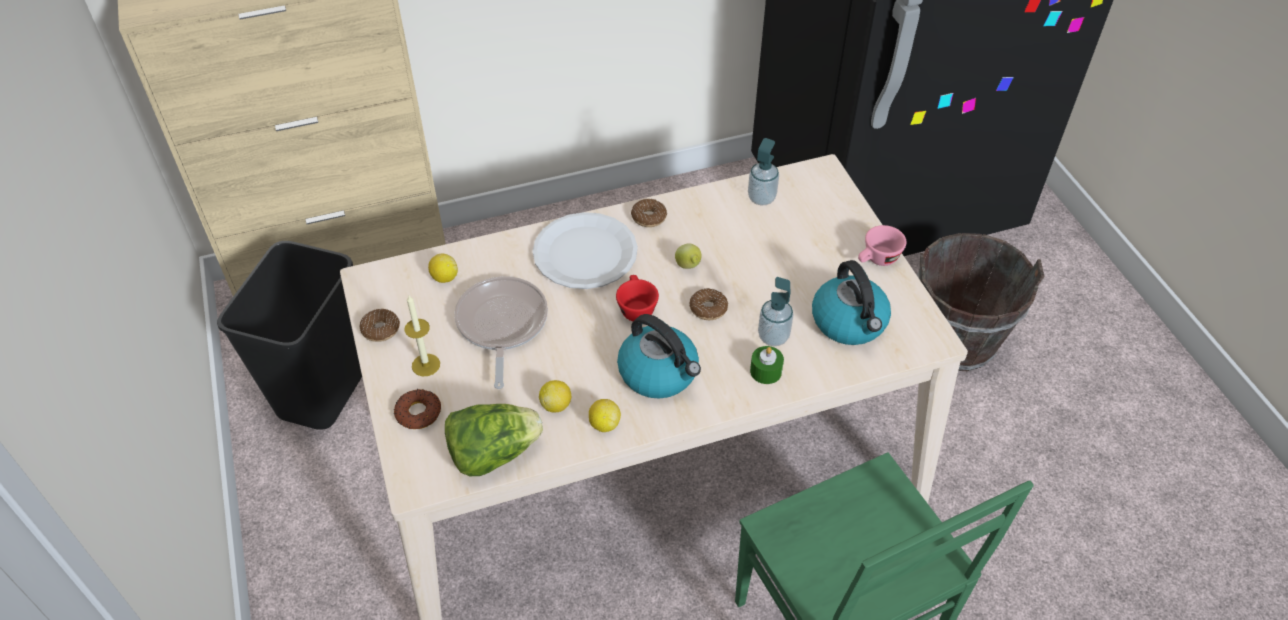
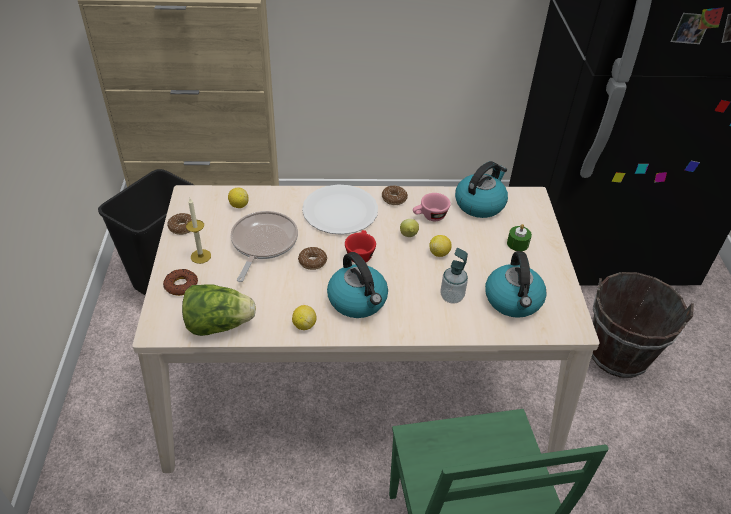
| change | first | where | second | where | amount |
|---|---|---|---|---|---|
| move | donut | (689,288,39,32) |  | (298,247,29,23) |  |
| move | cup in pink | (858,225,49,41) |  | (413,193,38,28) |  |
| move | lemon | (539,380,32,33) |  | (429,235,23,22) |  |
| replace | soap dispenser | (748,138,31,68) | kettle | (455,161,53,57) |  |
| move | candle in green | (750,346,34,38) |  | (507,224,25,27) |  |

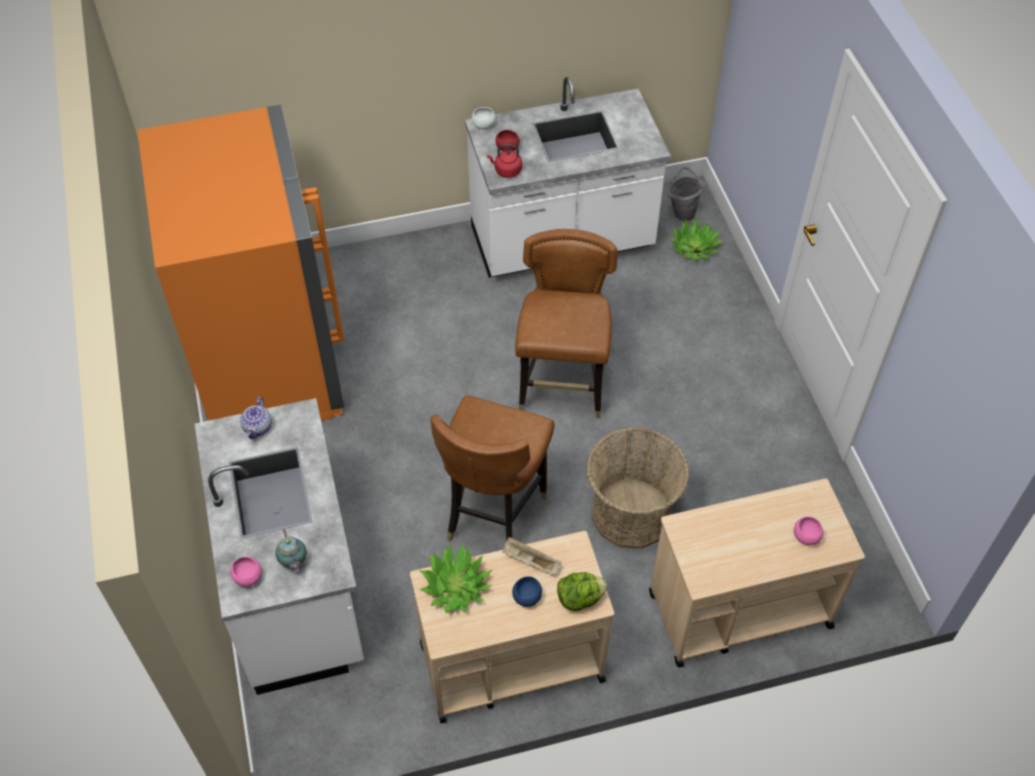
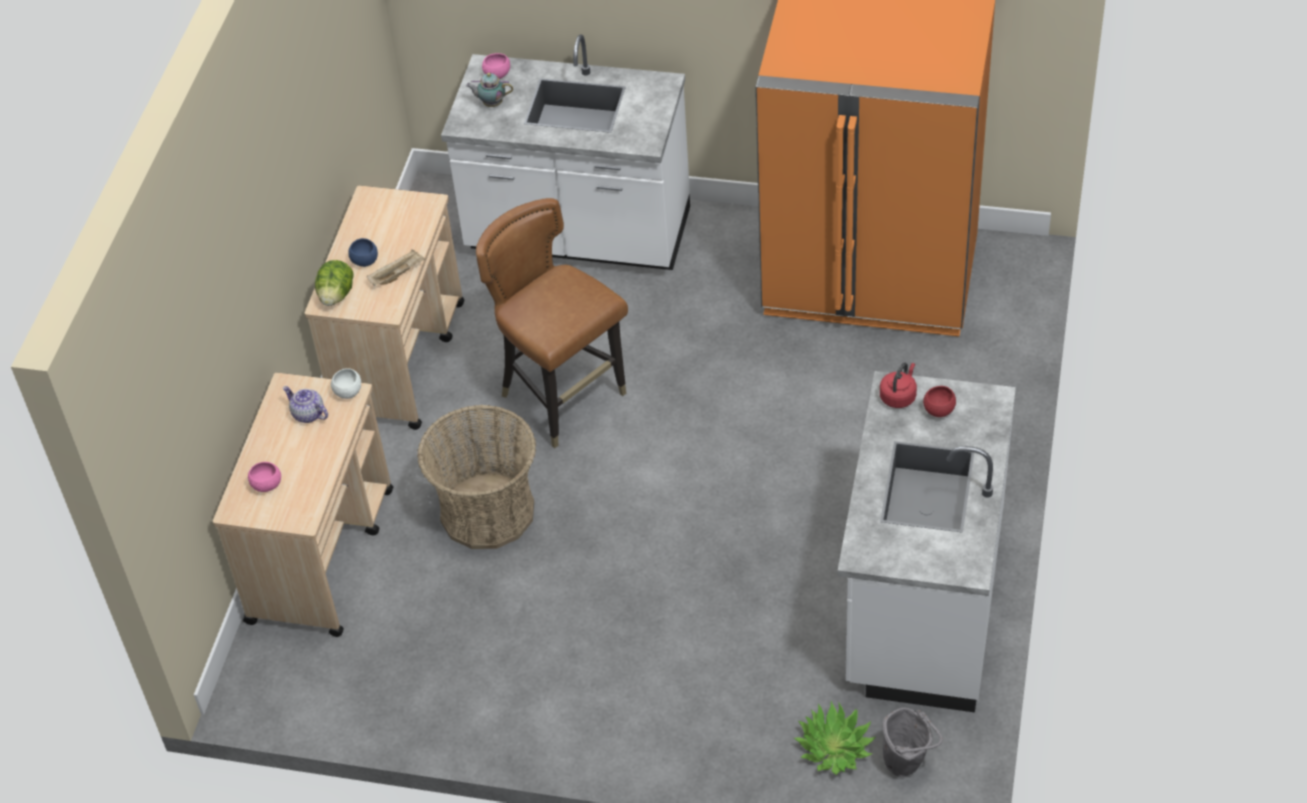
| change | first | where | second | where | amount |
|---|---|---|---|---|---|
| move | teapot | (240,397,32,42) |  | (283,386,45,37) |  |
| move | bowl in white | (472,107,23,22) |  | (331,368,30,31) |  |
| delete | potted plant | (419,543,73,70) |  |  |  |
| delete | chair in brown | (515,229,102,189) |  |  |  |

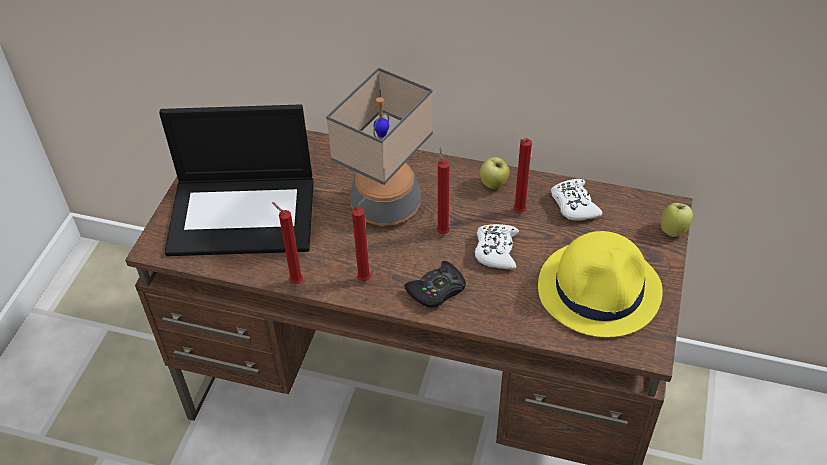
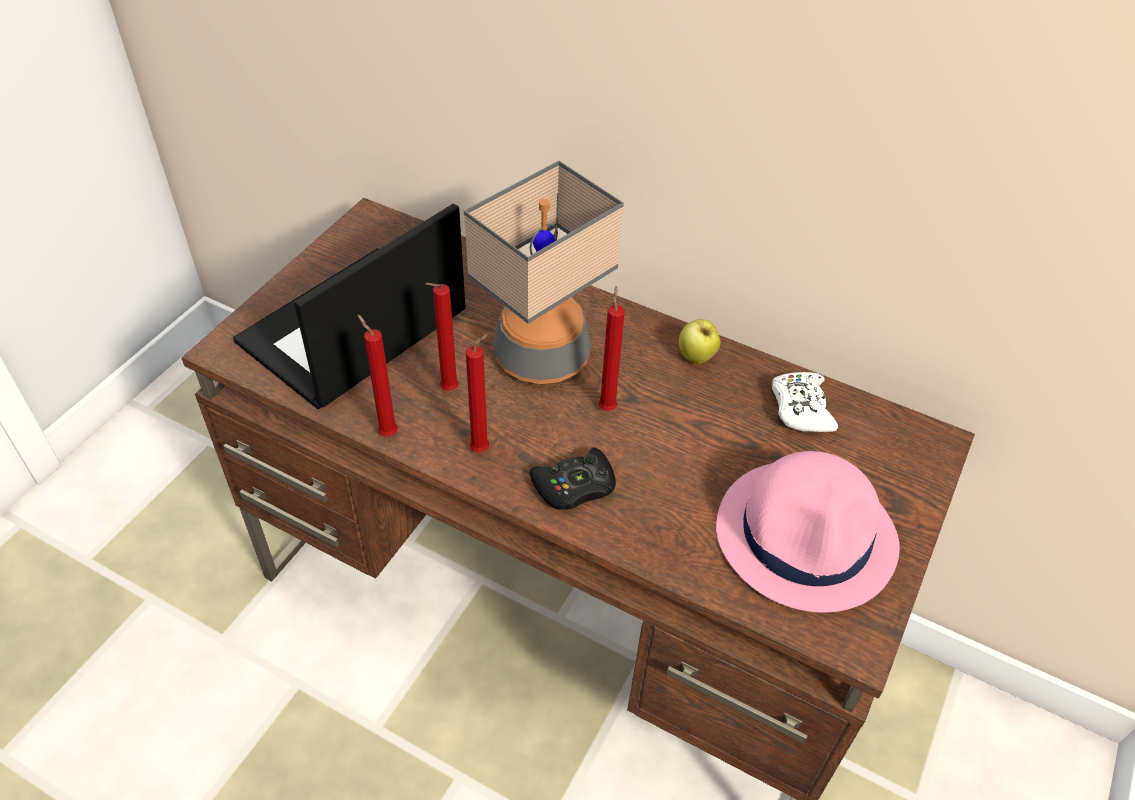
| change | first | where | second | where | amount |
|---|---|---|---|---|---|
| rotate | laptop | (159,104,155,152) |  | (233,204,232,205) | 120 degrees clockwise |
| move | candle in red | (513,138,19,74) |  | (426,283,33,108) |  |
| recolor | hat in yellow | (538,231,125,106) | hat in pink | (716,451,184,162) |  |
| delete | game controller in white | (475,224,44,45) |  |  |  |
| delete | apple | (661,203,32,34) |  |  |  |

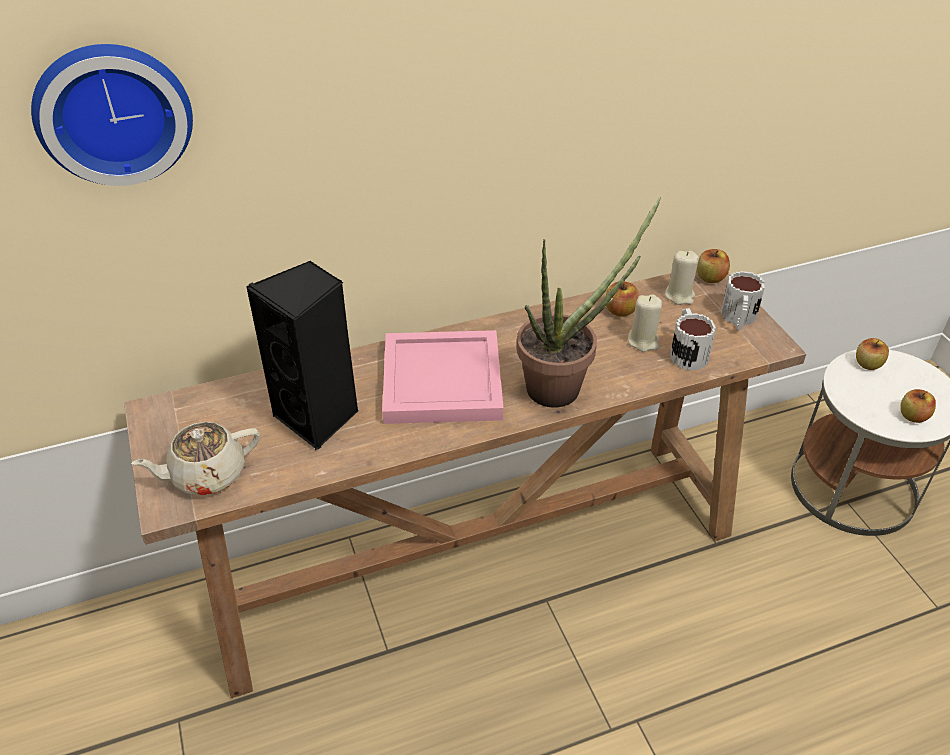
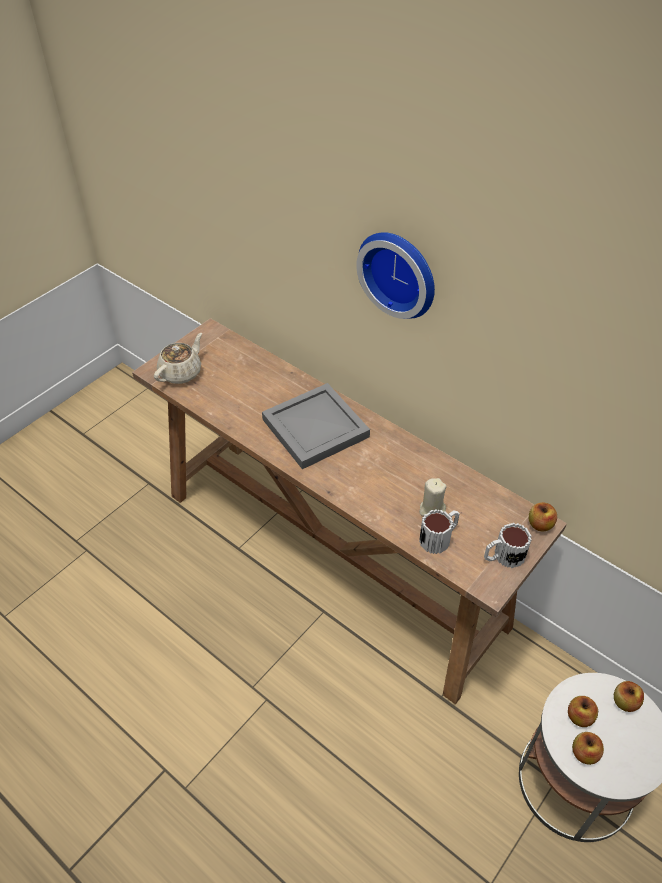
| change | first | where | second | where | amount |
|---|---|---|---|---|---|
| rotate | teapot in beige | (131,422,129,73) |  | (154,333,48,51) | 90 degrees clockwise |
| recolor | tray in pink | (382,330,122,94) | tray in grey | (262,383,108,86) |  |
| move | wall clock | (31,44,162,142) |  | (356,232,79,87) |  |
| move | apple | (606,281,33,36) |  | (568,696,30,31) |  |
| delete | speaker in black | (246,261,112,190) |  |  |  |
| delete | potted plant | (517,197,144,211) |  |  |  |
| delete | candle in beige | (665,251,34,54) |  |  |  |

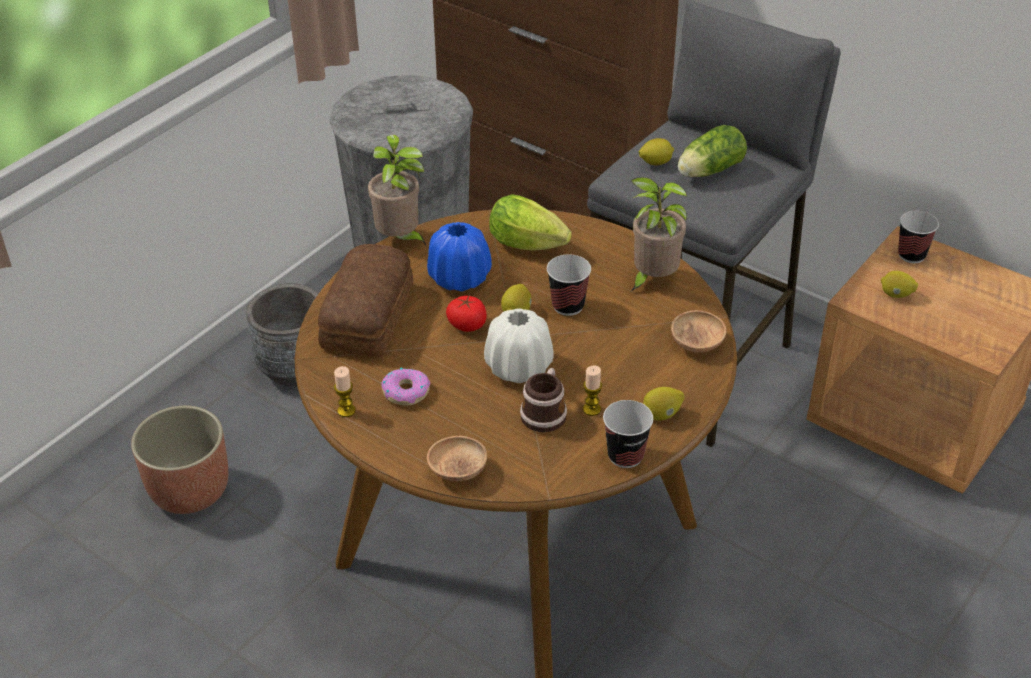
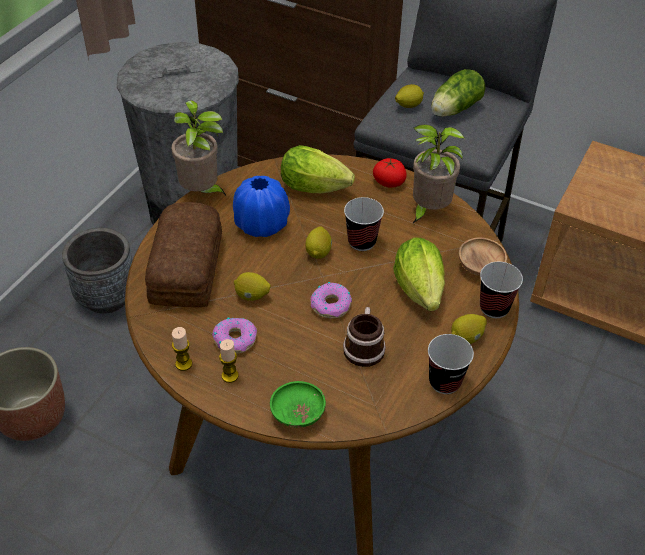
| change | first | where | second | where | amount |
|---|---|---|---|---|---|
| move | candle | (583,365,19,51) |  | (219,339,20,44) |  |
| move | lemon | (881,271,37,27) |  | (234,272,37,29) |  |
| recolor | bowl in brown | (427,436,60,45) | bowl in green | (270,381,56,46) |  |
| replace | vase in white | (484,309,70,74) | donut | (311,282,41,37) |  |
| move | tomato | (446,296,41,36) |  | (373,158,34,30) |  |
| insert |  |  | lettuce | (393,237,52,74) |  |
| move | cup | (898,211,41,52) |  | (480,262,43,56) |  |

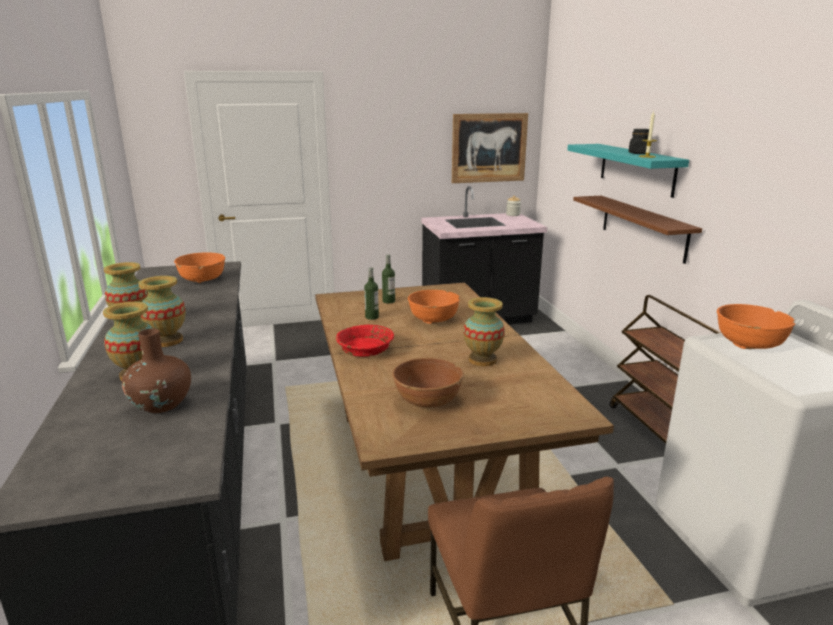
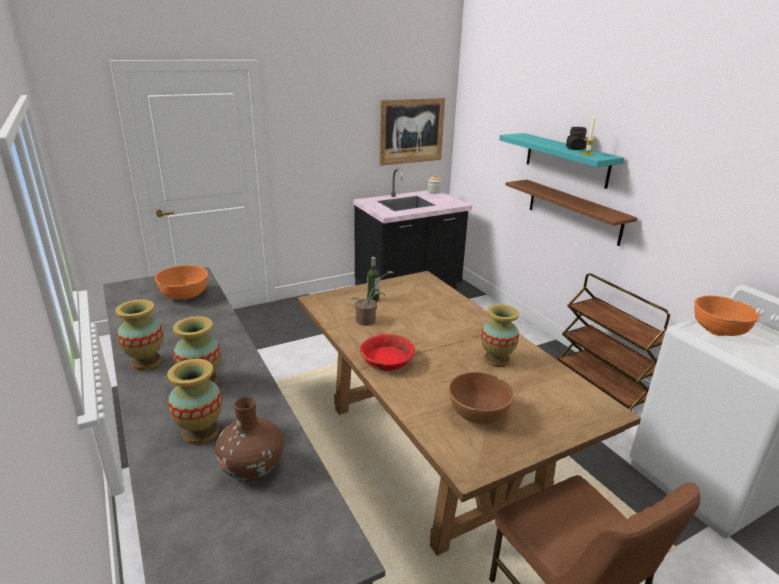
| change | first | where | second | where | amount |
|---|---|---|---|---|---|
| replace | bottle | (364,267,15,53) | potted plant | (351,271,43,55) |  |
| delete | bowl in orange | (408,290,52,34) |  |  |  |

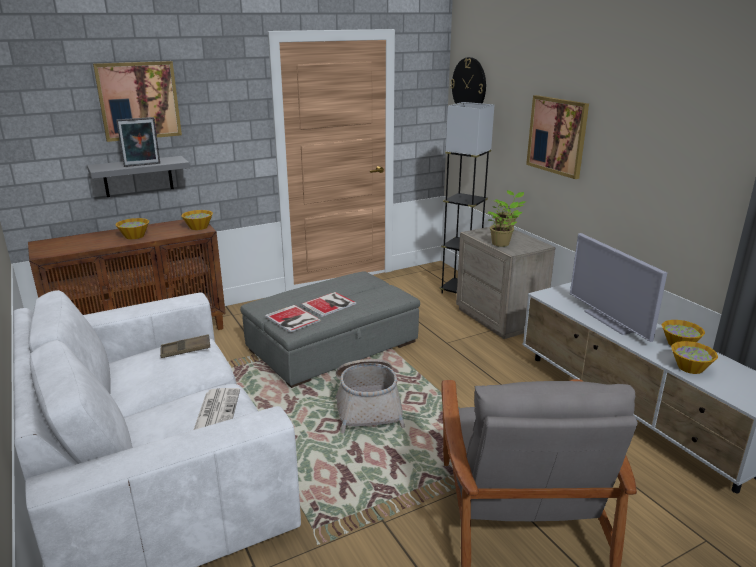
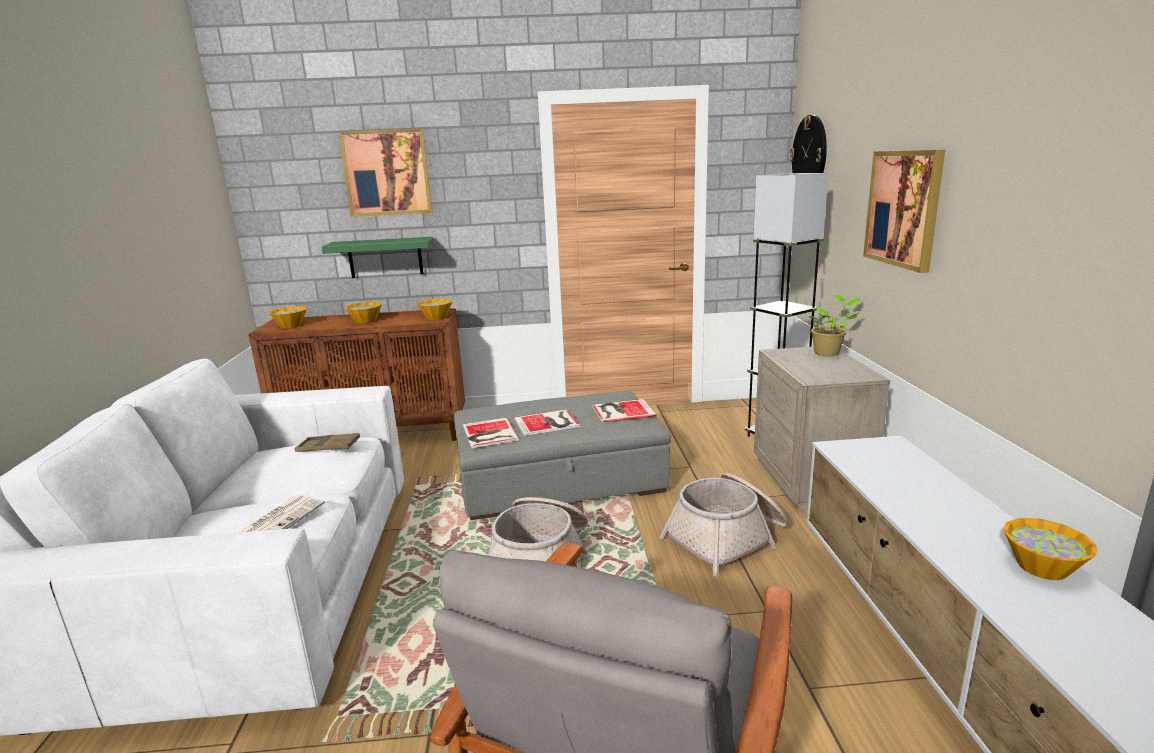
| change | first | where | second | where | amount |
|---|---|---|---|---|---|
| move | bowl | (671,341,47,33) |  | (269,306,38,22) |  |
| recolor | shelf in grey | (87,156,103,41) | shelf in green | (321,237,113,41) |  |
| insert |  |  | book | (592,399,64,24) |  |
| insert |  |  | basket | (660,473,128,103) |  |
| delete | picture frame | (116,117,44,50) |  |  |  |
| delete | potted plant | (487,201,35,46) |  |  |  |
| delete | television | (570,233,97,109) |  |  |  |

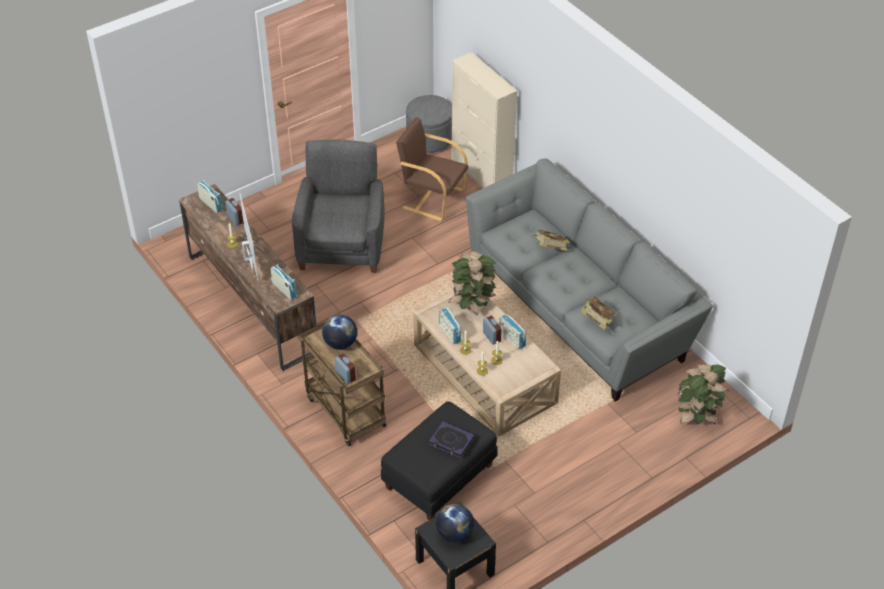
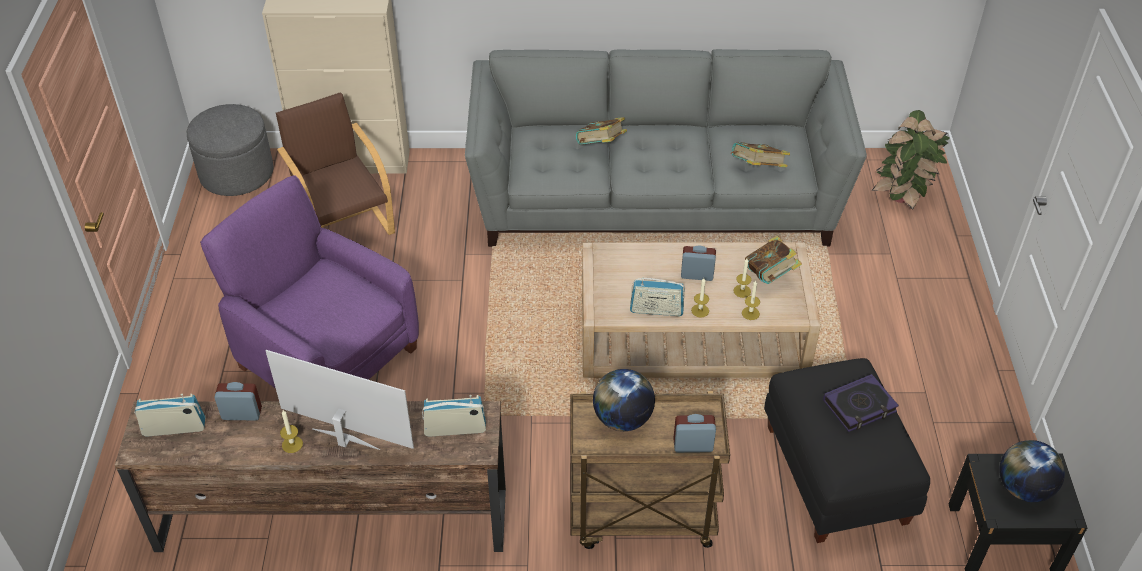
| change | first | where | second | where | amount |
|---|---|---|---|---|---|
| recolor | armchair in grey | (292,140,93,133) | armchair in purple | (200,175,219,214) |  |
| rotate | armchair in brown | (396,117,72,104) |  | (276,92,119,143) | 90 degrees clockwise |
| insert |  |  | book | (745,235,57,49) |  |
| delete | potted plant | (448,251,48,65) |  |  |  |
| delete | radio | (499,314,27,36) |  |  |  |

